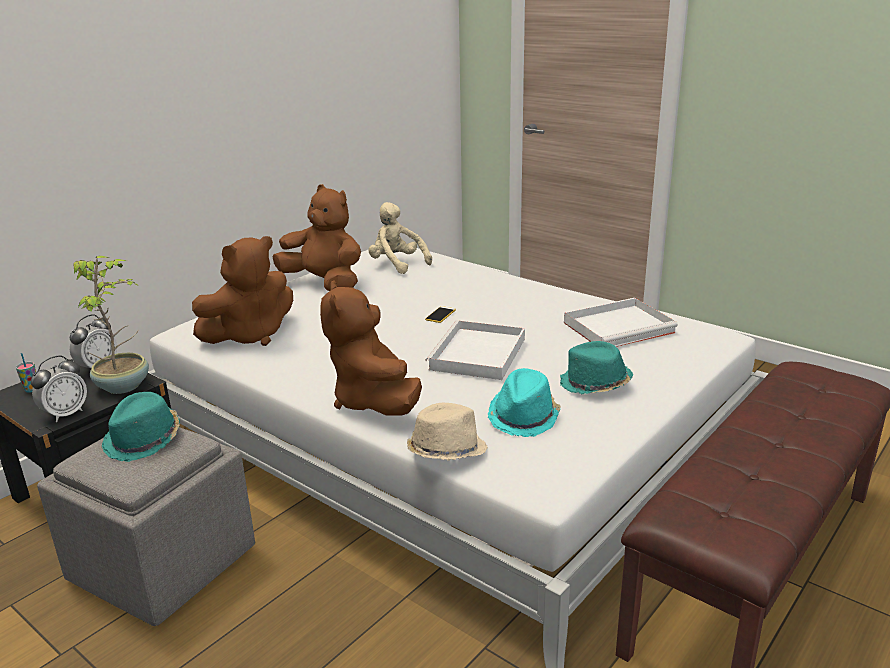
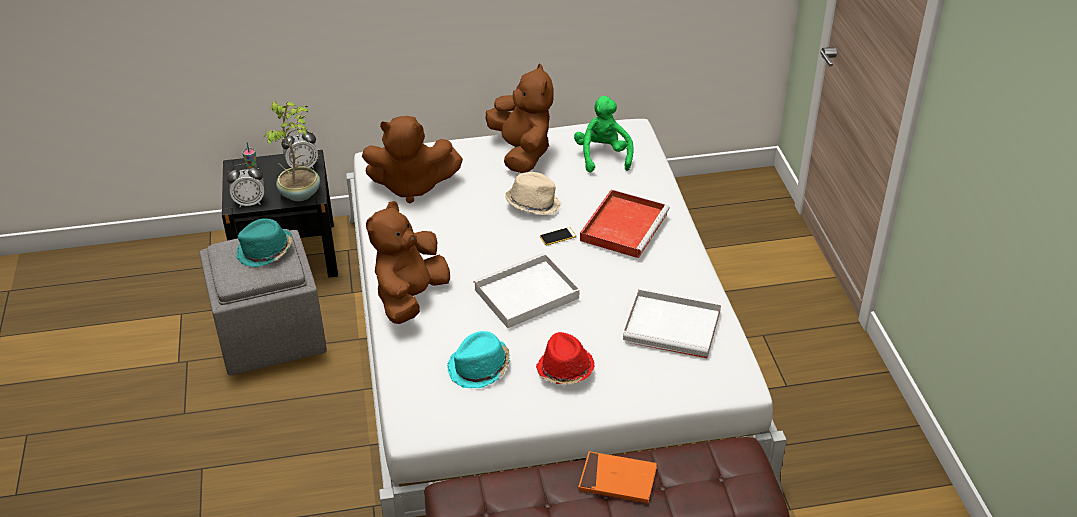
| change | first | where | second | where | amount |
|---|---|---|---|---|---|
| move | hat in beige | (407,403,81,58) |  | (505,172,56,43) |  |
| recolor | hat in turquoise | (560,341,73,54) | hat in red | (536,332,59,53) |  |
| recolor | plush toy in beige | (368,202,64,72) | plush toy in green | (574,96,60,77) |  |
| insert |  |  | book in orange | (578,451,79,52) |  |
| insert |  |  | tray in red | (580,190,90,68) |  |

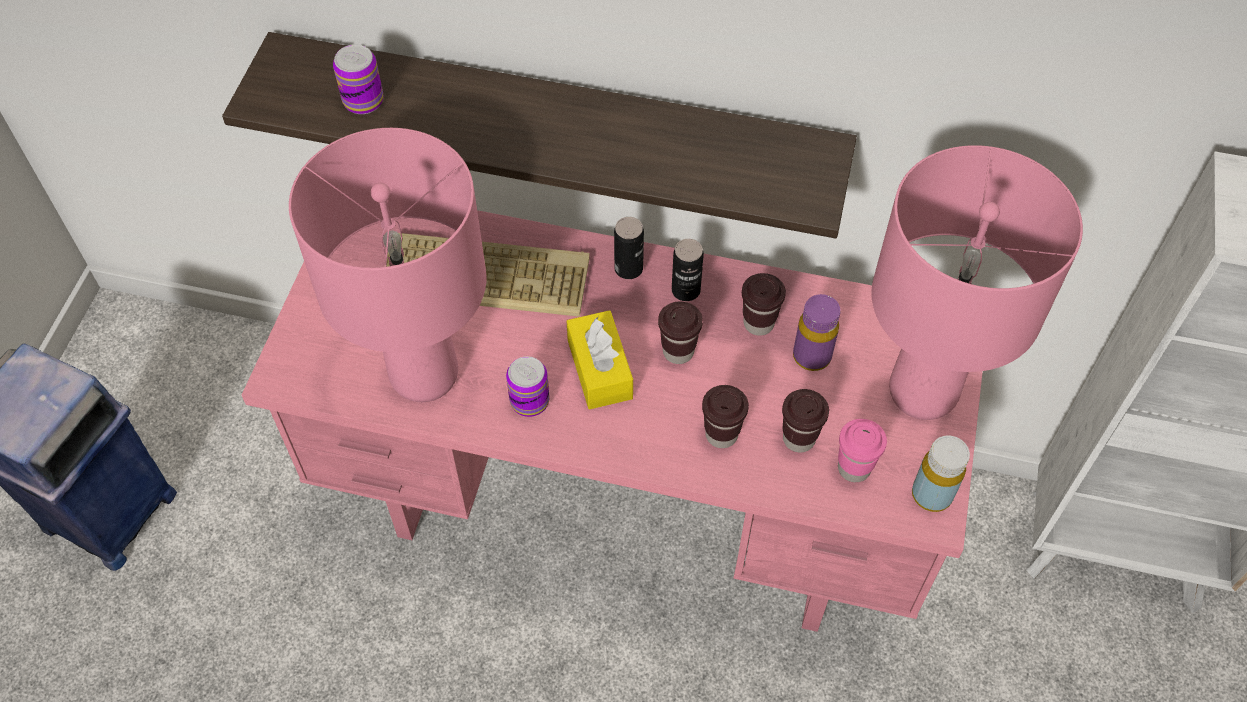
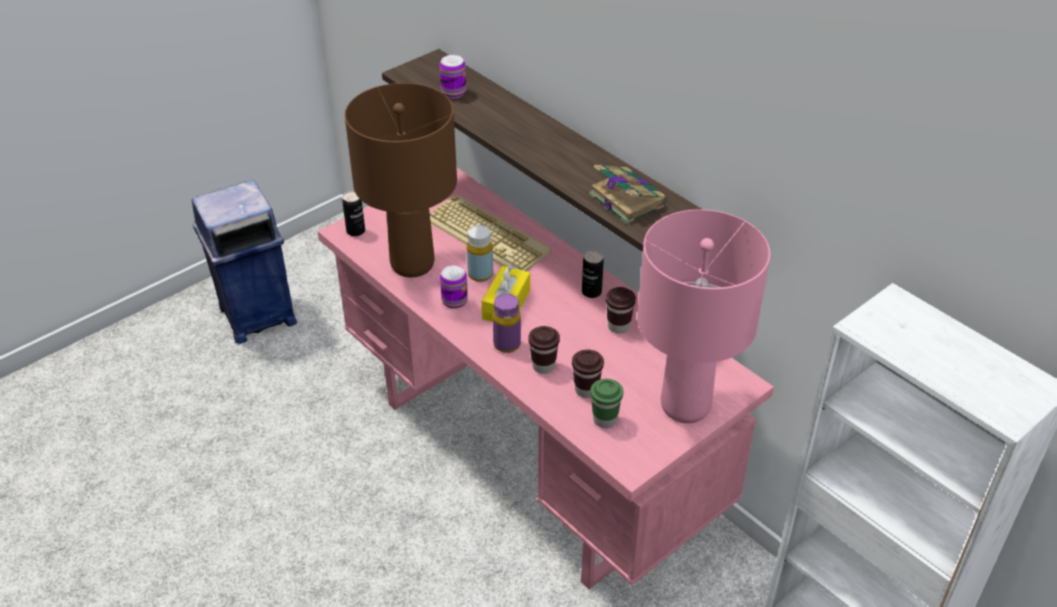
| change | first | where | second | where | amount |
|---|---|---|---|---|---|
| move | can | (614,217,30,62) |  | (342,191,23,45) |  |
| recolor | table lamp in pink | (289,128,198,274) | table lamp in brown | (345,83,112,194) |  |
| move | bottle in yellow | (912,435,58,77) |  | (467,225,26,57) |  |
| move | bottle in purple | (793,294,48,77) |  | (493,293,28,60) |  |
| insert |  |  | book | (589,165,78,59) |  |
| recolor | cup in pink | (838,419,49,63) | cup in green | (590,379,33,49) |  |
| delete | cup in brown | (658,302,45,62) |  |  |  |

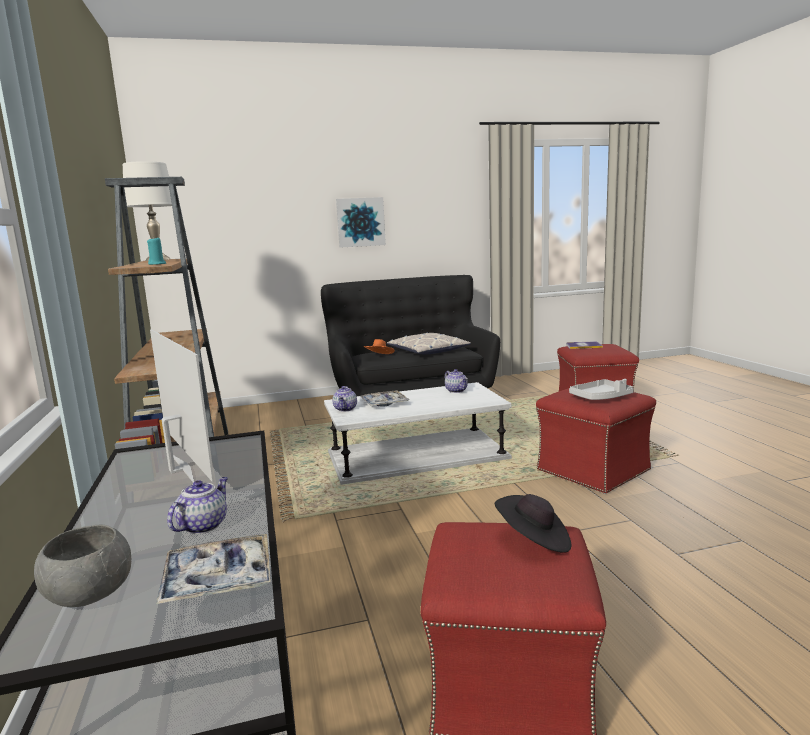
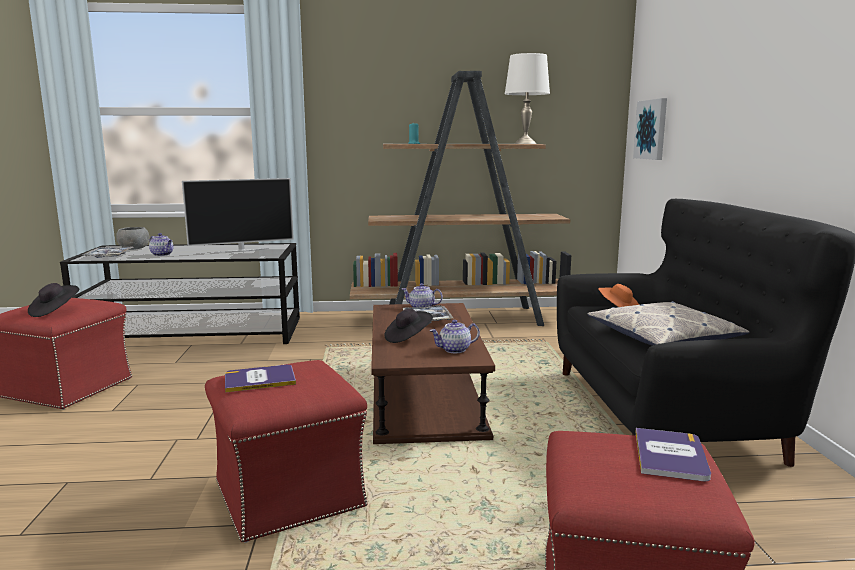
| change | first | where | second | where | amount |
|---|---|---|---|---|---|
| replace | tray in grey | (569,379,65,21) | book | (225,365,71,28) |  |
| recolor | coffee table in white | (324,382,188,103) | coffee table in brown | (371,303,124,141) |  |
| insert |  |  | hat in black | (384,309,49,34) |  |
| move | picture | (336,197,50,51) |  | (633,98,34,62) |  |

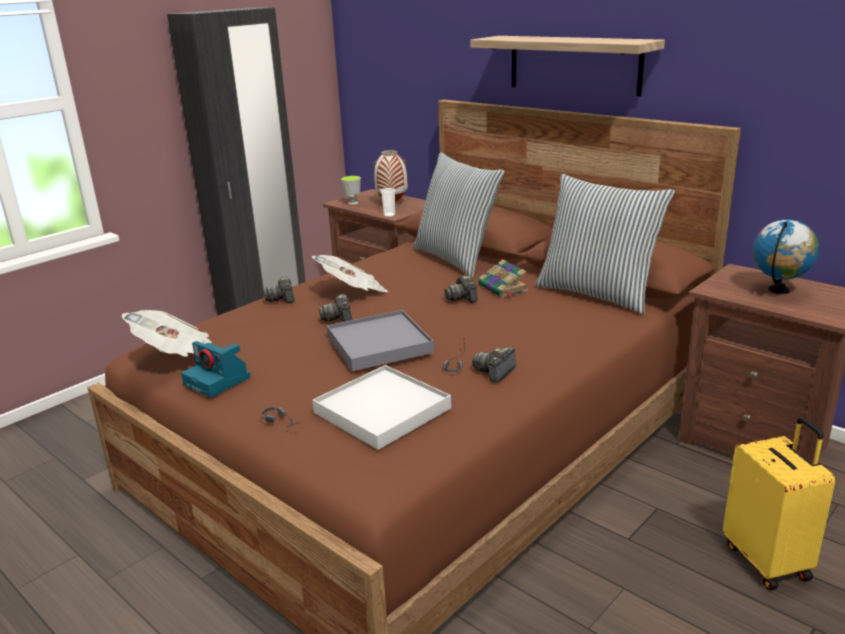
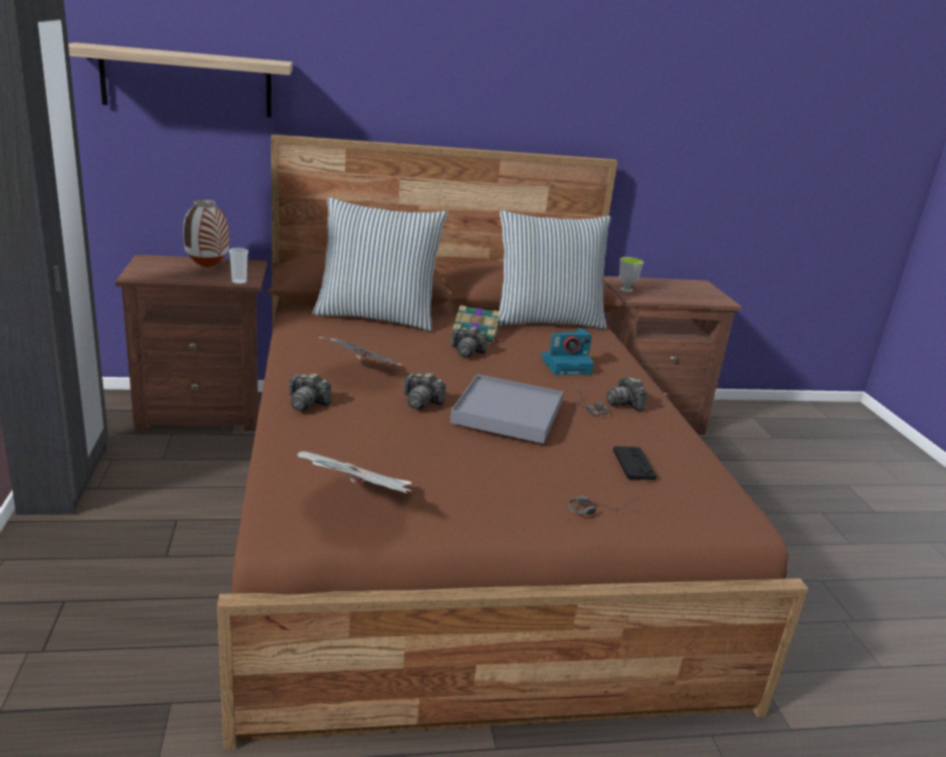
| change | first | where | second | where | amount |
|---|---|---|---|---|---|
| move | shelf | (470,36,195,61) |  | (68,42,224,76) |  |
| move | photo camera | (181,341,70,56) |  | (541,328,53,47) |  |
| replace | tray in white | (312,365,139,85) | game controller in black | (613,446,44,34) |  |
| move | cup | (341,176,20,29) |  | (619,257,25,35) |  |
| delete | suitcase in yellow | (723,417,112,173) |  |  |  |
| delete | globe | (753,219,66,75) |  |  |  |

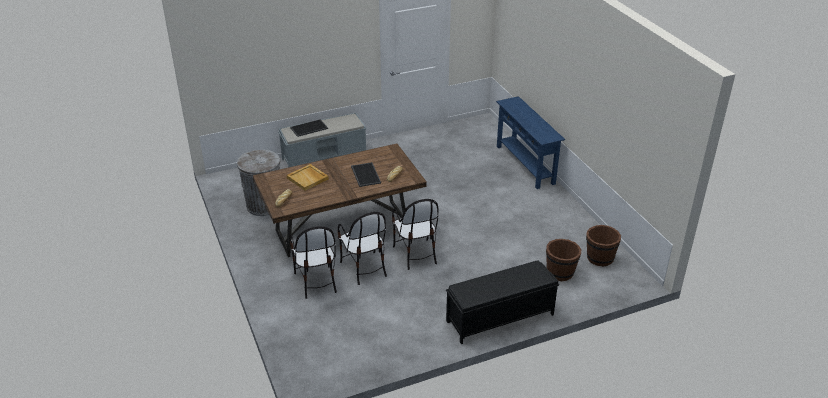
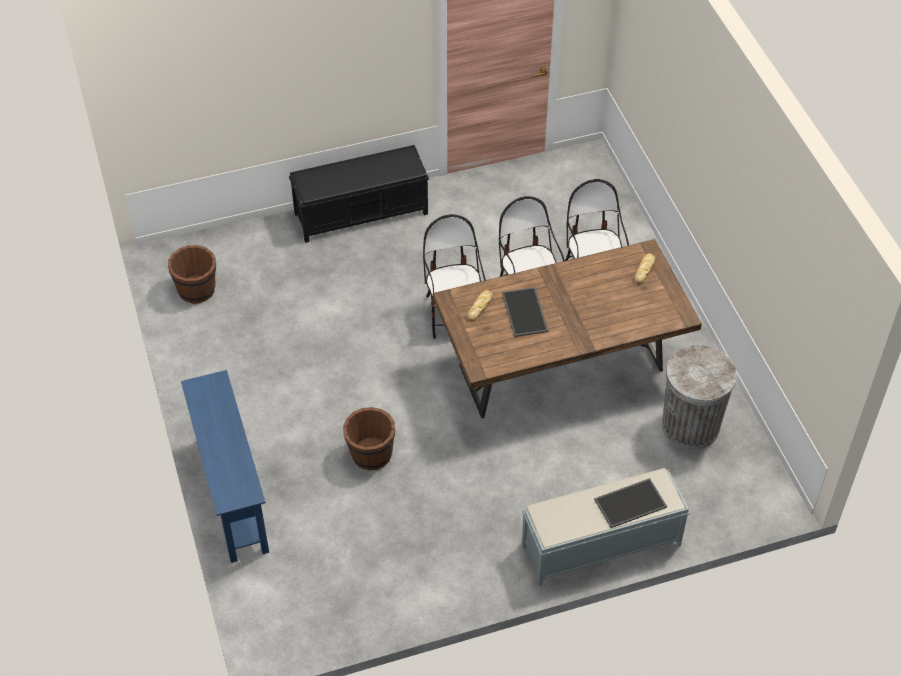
| change | first | where | second | where | amount |
|---|---|---|---|---|---|
| move | bucket in brown | (546,239,35,42) |  | (343,407,52,63) |  |
| delete | tray in beige | (287,164,42,27) |  |  |  |

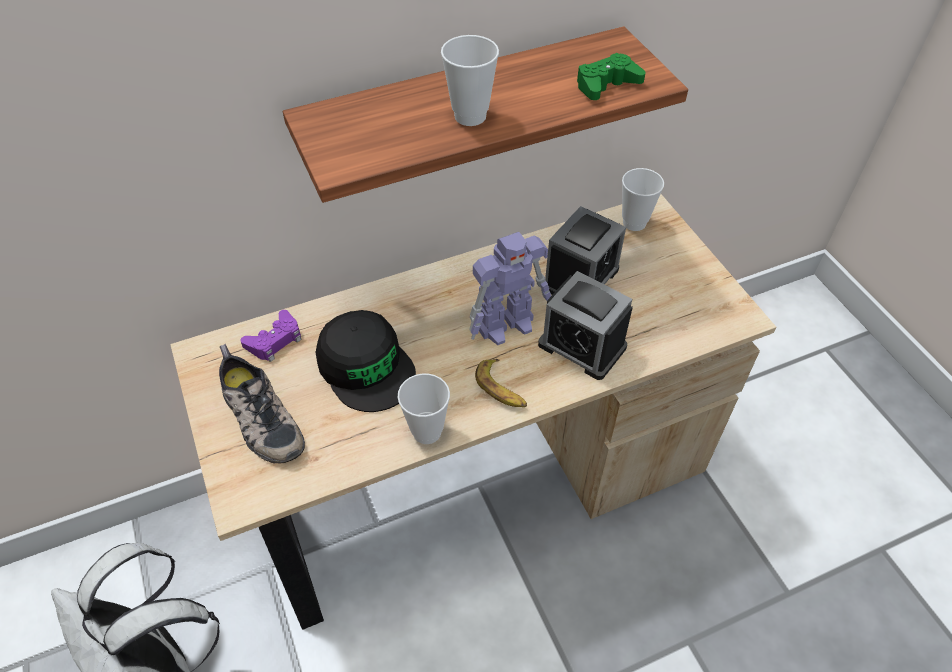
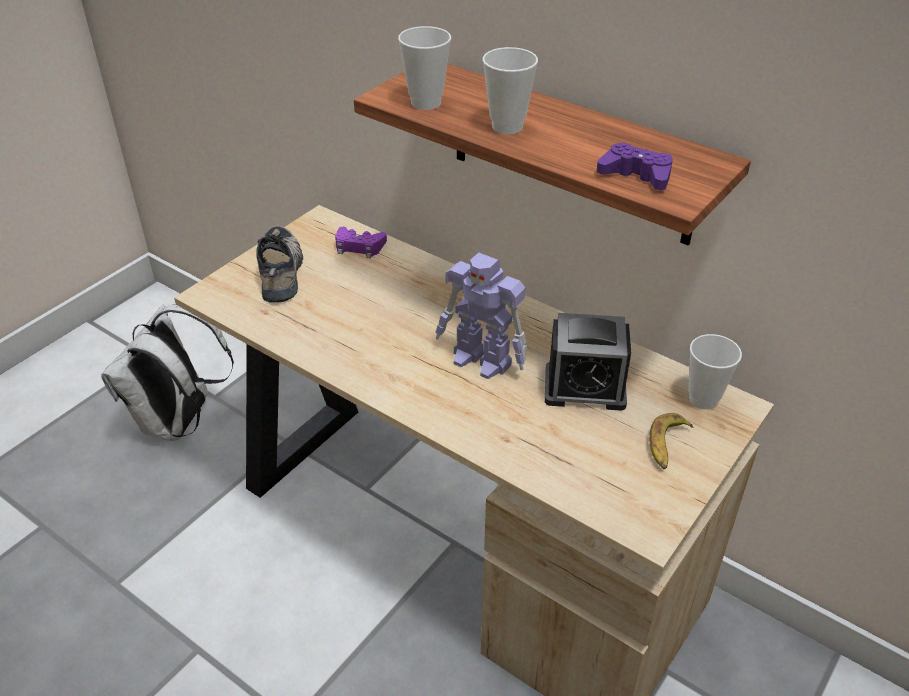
| change | first | where | second | where | amount |
|---|---|---|---|---|---|
| rotate | shoe | (219,344,86,119) |  | (256,225,47,78) | 150 degrees clockwise |
| move | cup | (397,373,53,71) |  | (398,26,53,84) |  |
| recolor | game controller in green | (577,53,69,47) | game controller in purple | (597,142,76,48) |  |
| move | banana | (475,359,52,48) |  | (649,413,44,56) |  |
| delete | cap in black | (316,310,100,102) |  |  |  |
| delete | alarm clock | (538,271,95,109) |  |  |  |

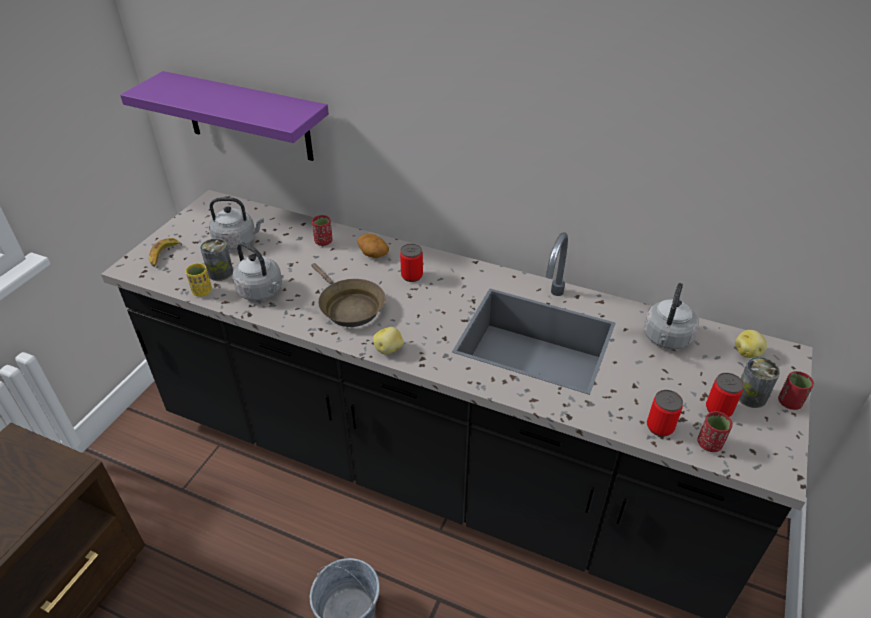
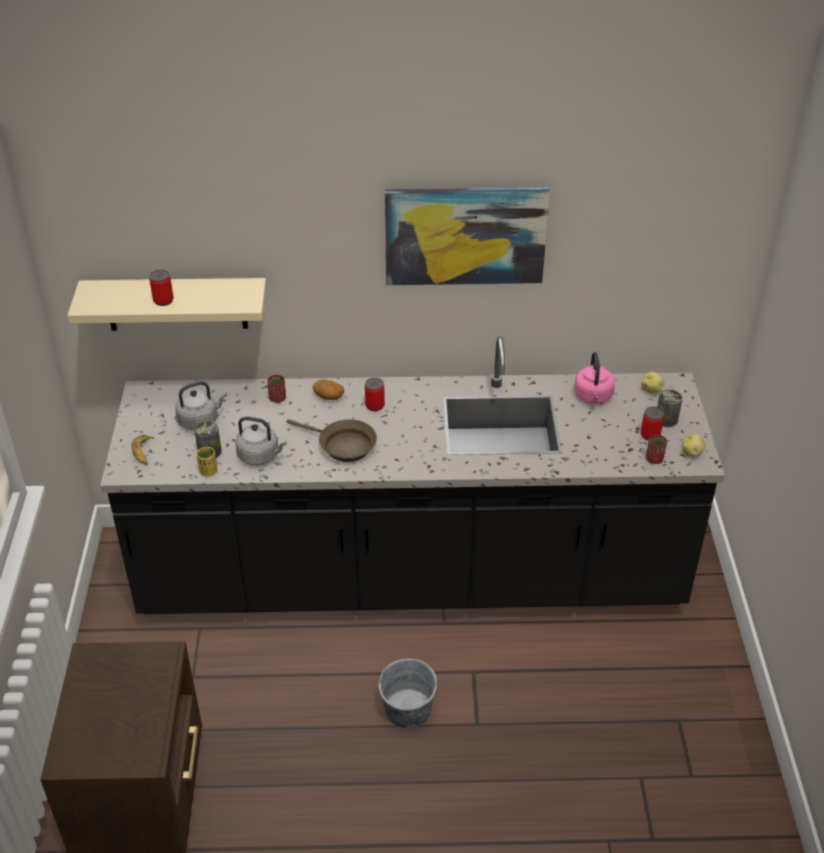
| change | first | where | second | where | amount |
|---|---|---|---|---|---|
| recolor | shelf in purple | (120,71,209,90) | shelf in beige | (67,278,199,53) |  |
| move | can | (647,390,36,47) |  | (149,270,25,36) |  |
| insert |  |  | picture | (385,188,165,97) |  |
| recolor | kettle in grey | (644,283,55,66) | kettle in pink | (574,352,41,52) |  |
| move | potato | (373,327,31,28) |  | (682,434,24,23) |  |
| delete | cup in red | (778,371,36,39) |  |  |  |

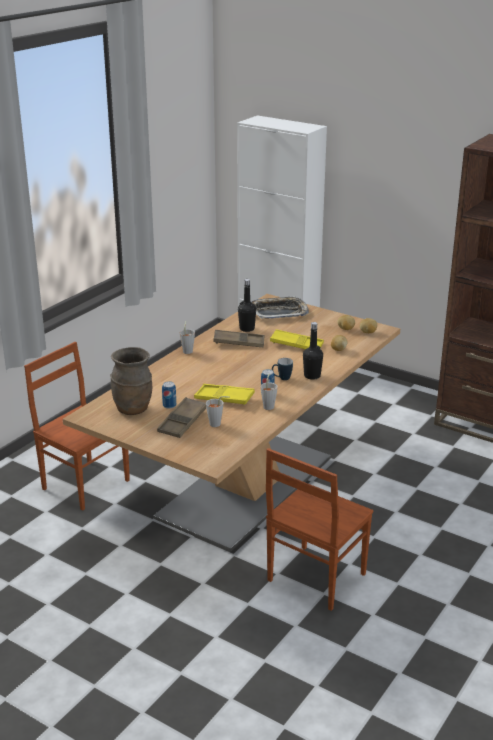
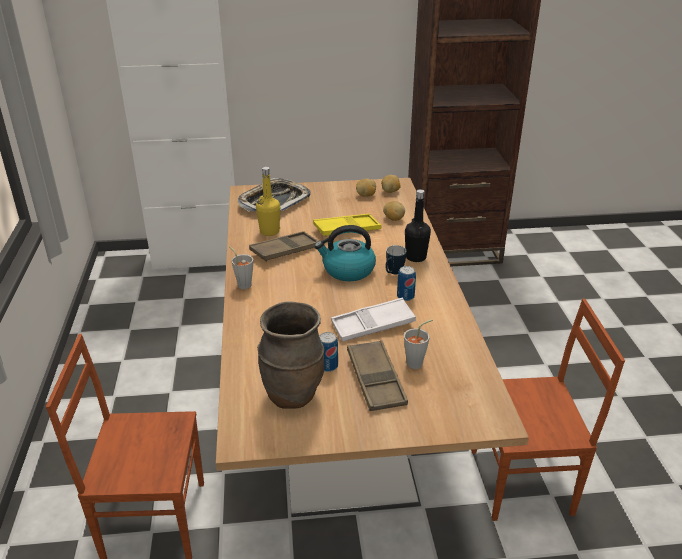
| change | first | where | second | where | amount |
|---|---|---|---|---|---|
| recolor | bottle in black | (238,279,18,53) | bottle in yellow | (256,167,24,69) |  |
| insert |  |  | kettle | (315,225,61,56) |  |
| recolor | tray in yellow | (194,384,61,21) | tray in white | (331,298,85,44) |  |
| rotate | chair in brown | (266,448,107,163) |  | (471,299,154,222) | 90 degrees counterclockwise |
| delete | cup in grey | (260,373,18,37) |  |  |  |

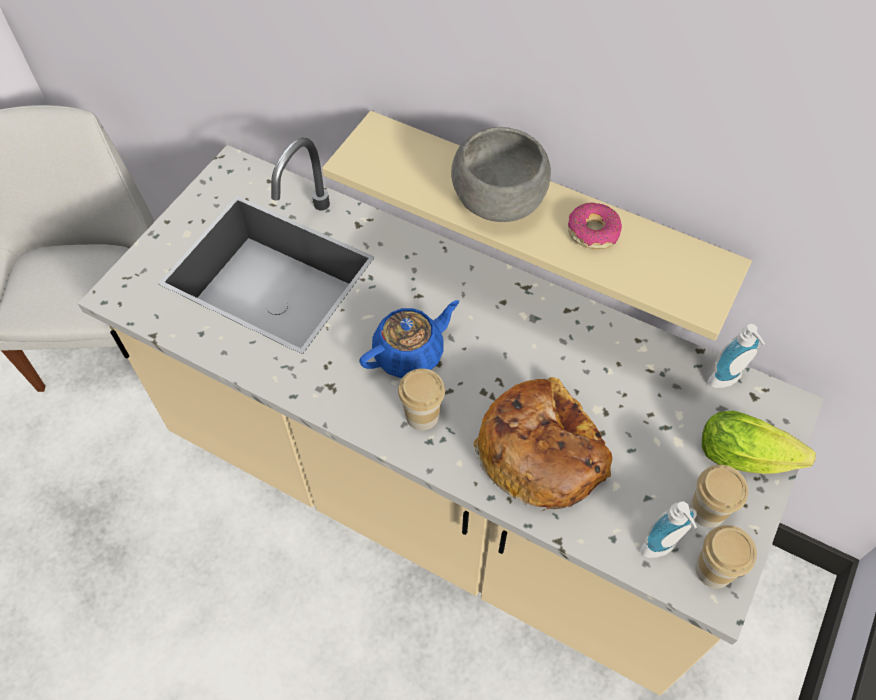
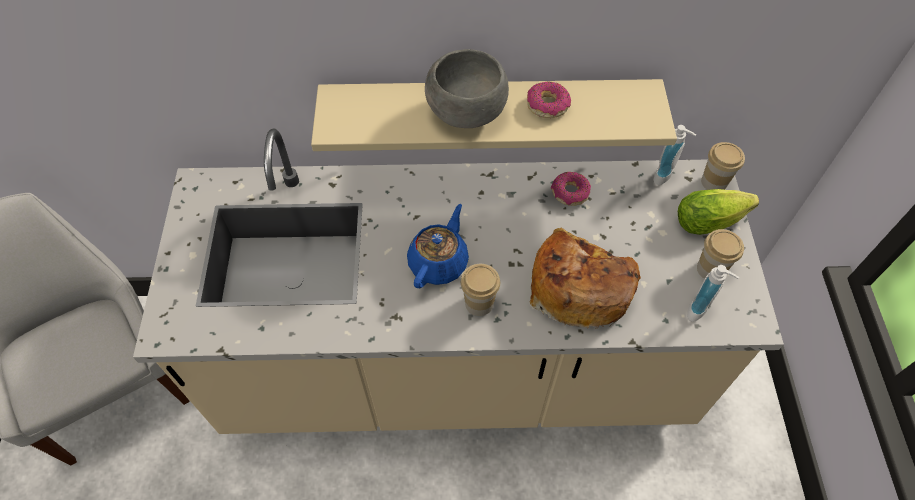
| change | first | where | second | where | amount |
|---|---|---|---|---|---|
| insert |  |  | donut | (551,172,40,34) |  |
| move | cup | (695,525,62,63) |  | (701,142,44,48) |  |

